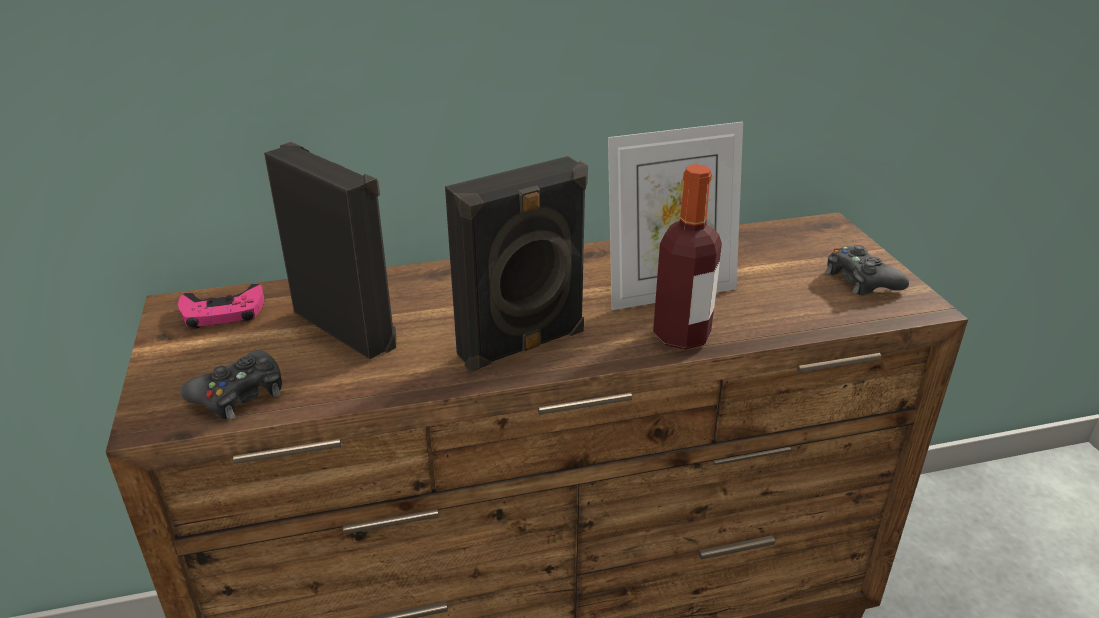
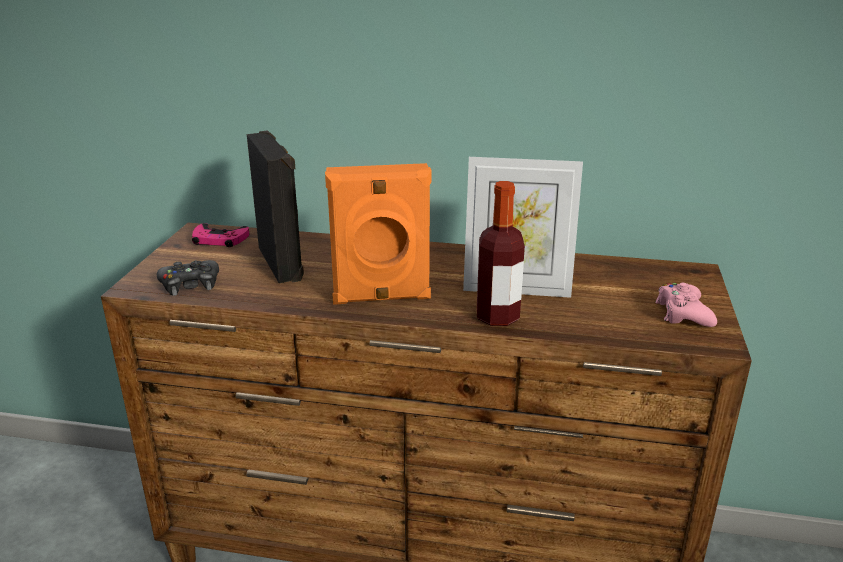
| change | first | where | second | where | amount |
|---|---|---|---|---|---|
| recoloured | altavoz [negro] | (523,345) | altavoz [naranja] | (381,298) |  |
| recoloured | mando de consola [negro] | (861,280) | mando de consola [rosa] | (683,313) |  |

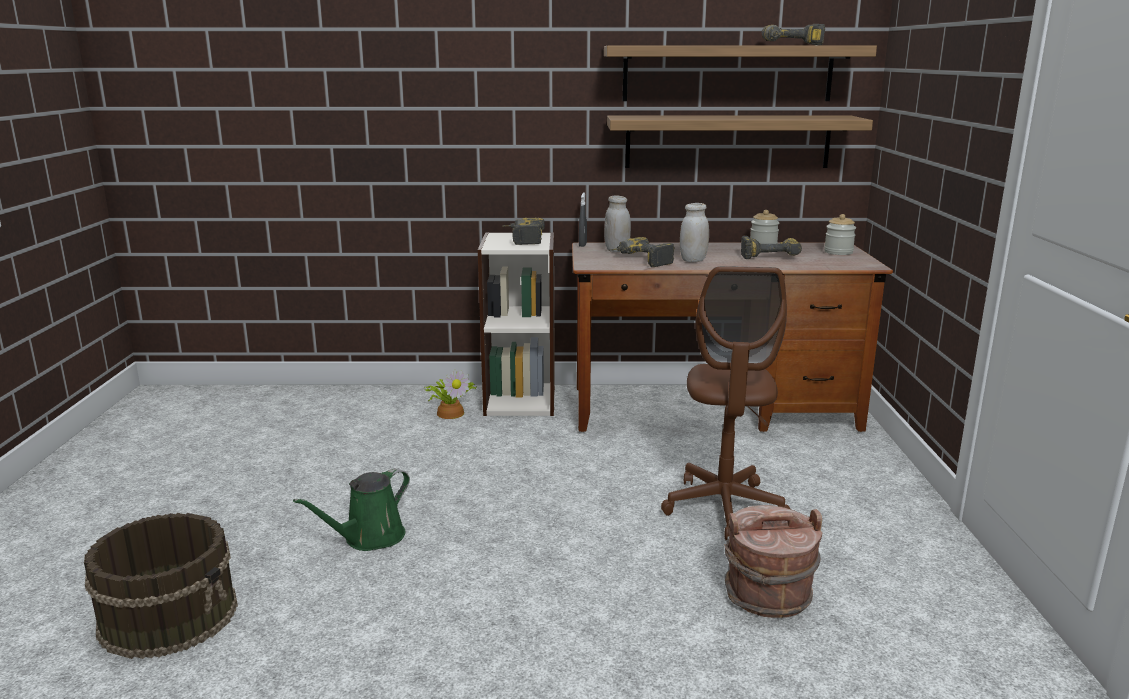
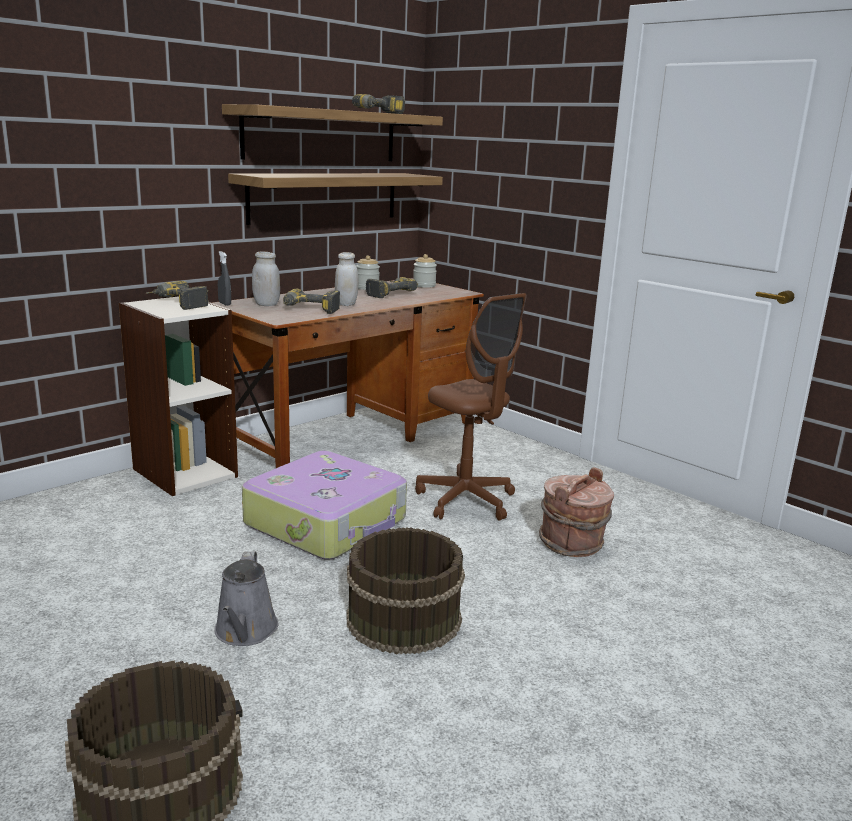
| change | first | where | second | where | amount |
|---|---|---|---|---|---|
| removed | planta en maceta | (451,412) |  |  |  |
| recoloured | regadera [verde] | (369,538) | regadera [gris] | (245,632) |  |
| added |  |  | maleta | (328,522) |  |
| added |  |  | cubo [marrón] | (403,618) |  |

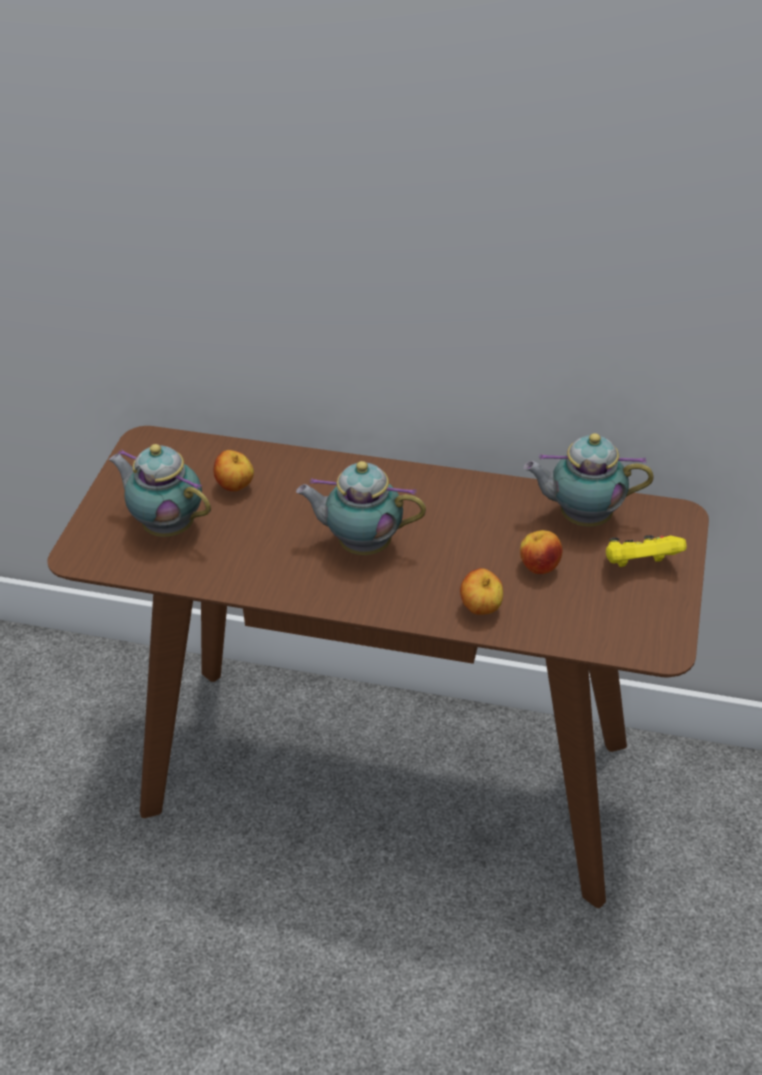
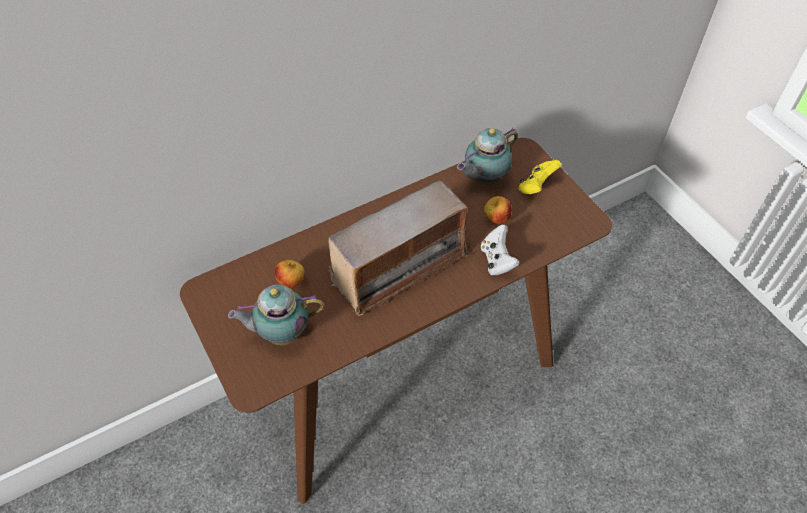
| change | first | where | second | where | amount |
|---|---|---|---|---|---|
| replaced | tetera | (361,545) | radio | (400,267) |  |
| replaced | manzana | (481,609) | mando de consola [blanco] | (497,260) |  |

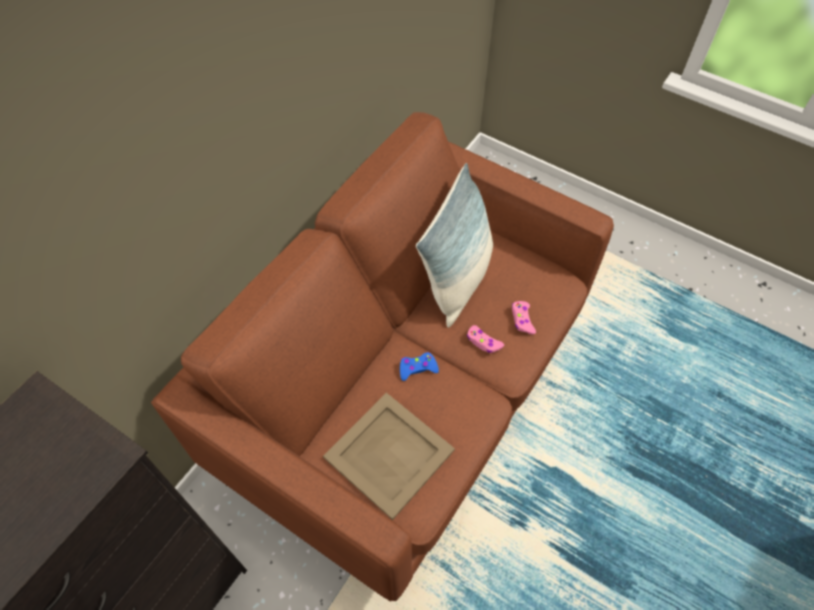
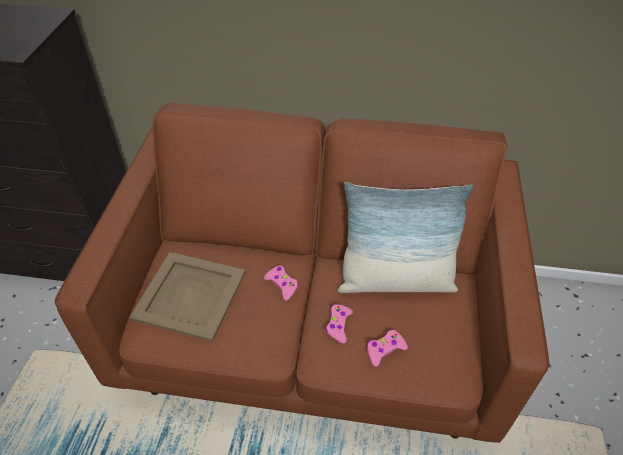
| change | first | where | second | where | amount |
|---|---|---|---|---|---|
| recoloured | mando de consola [azul] | (417,368) | mando de consola [rosa] | (282,285) |  |

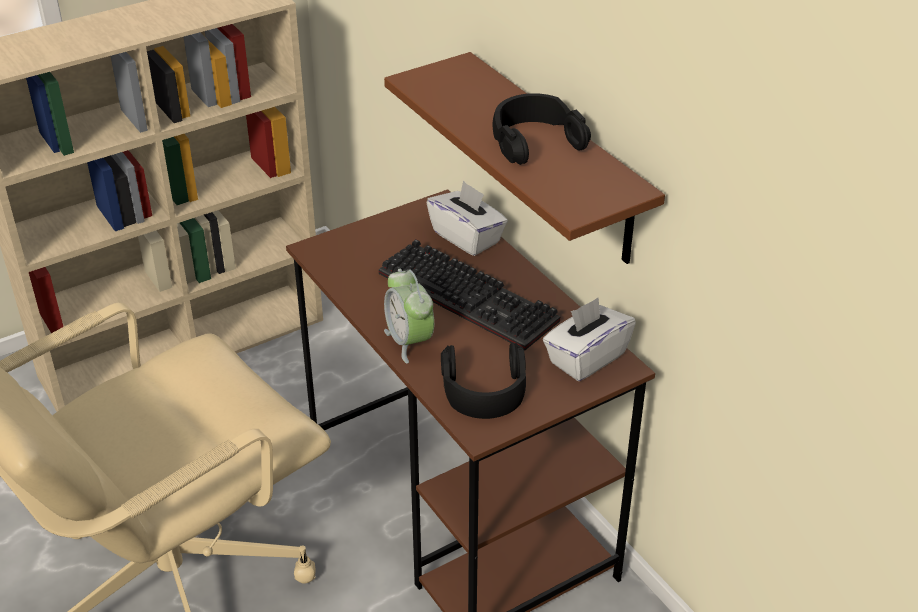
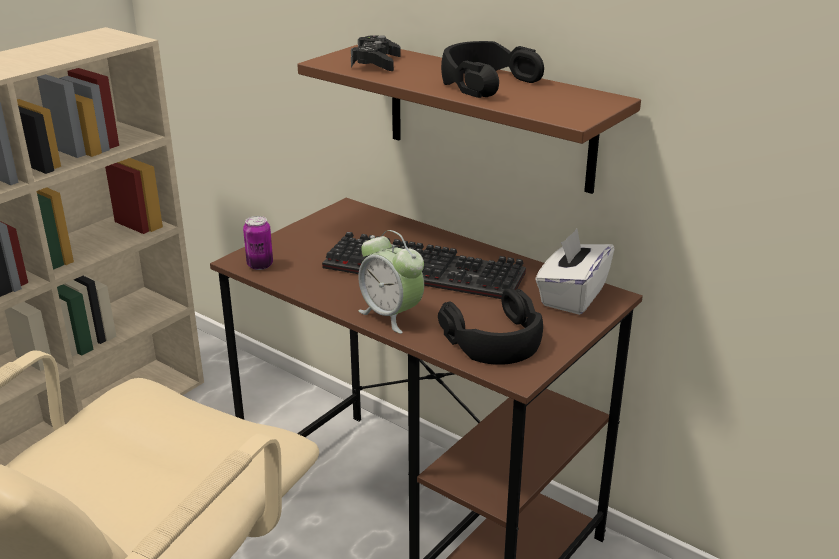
| change | first | where | second | where | amount |
|---|---|---|---|---|---|
| removed | caja de pañuelos [blanco] | (467,237) |  |  |  |
| added |  |  | mando de consola [negro] | (376,62) |  |
| added |  |  | lata | (260,265) |  |

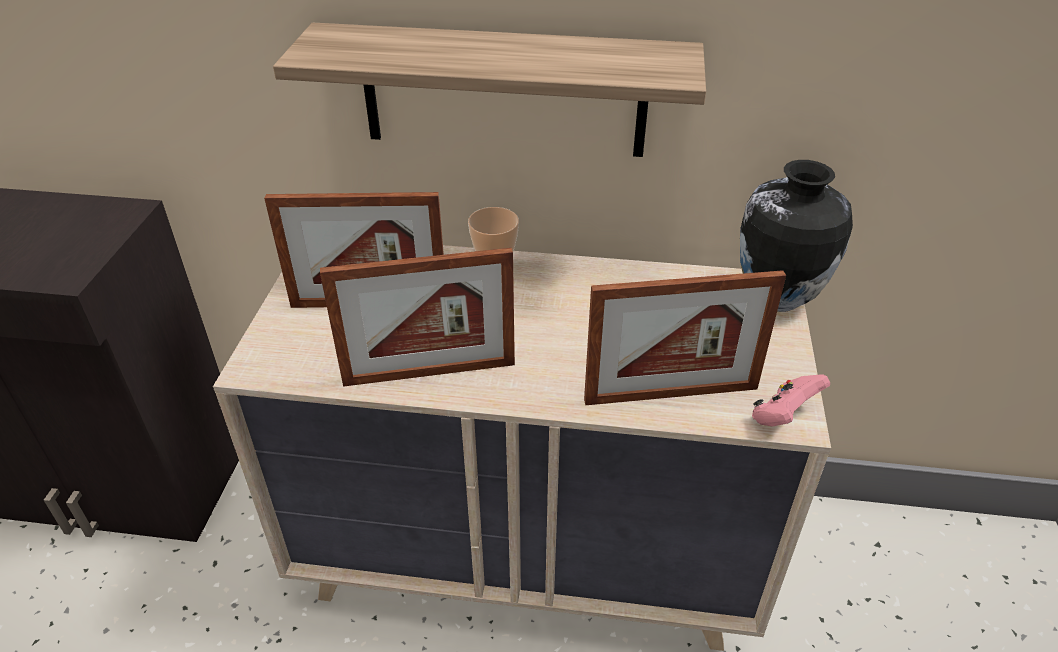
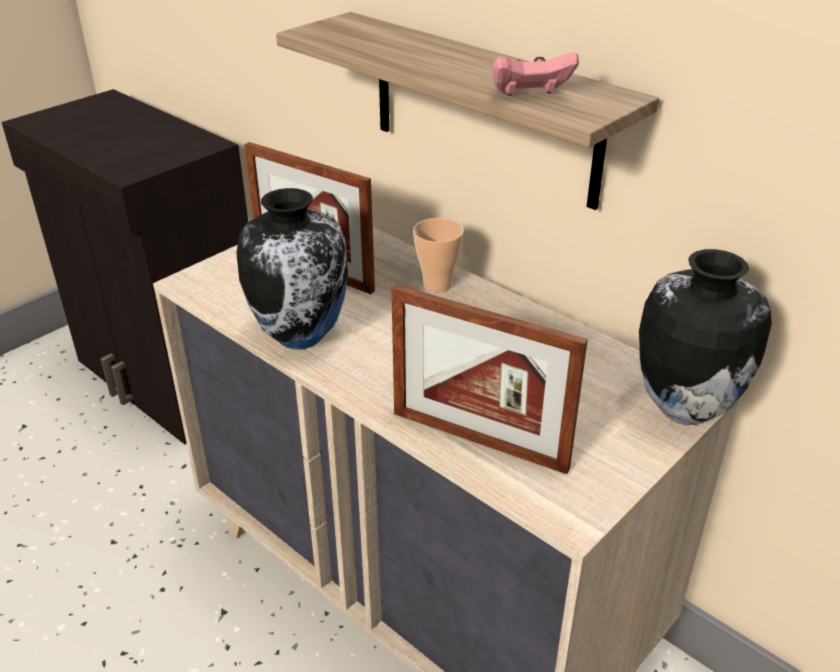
| change | first | where | second | where | amount |
|---|---|---|---|---|---|
| replaced | portarretratos | (429,373) | florero | (302,336) |  |
| moved | mando de consola [rosa] | (783,416) |  | (530,95) |  |

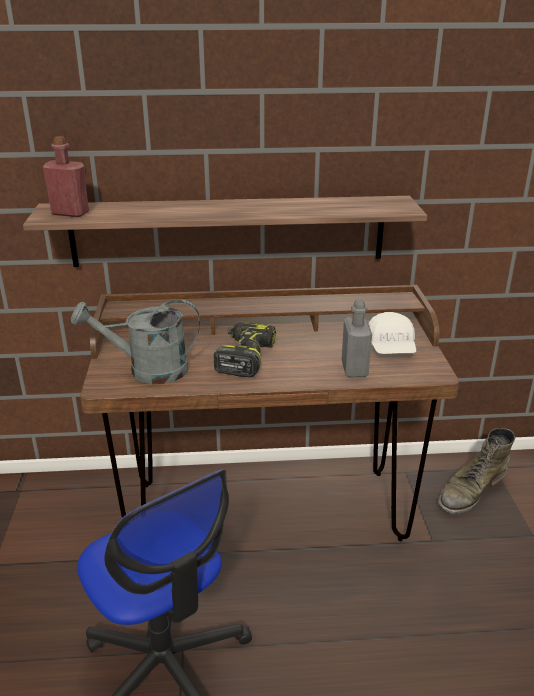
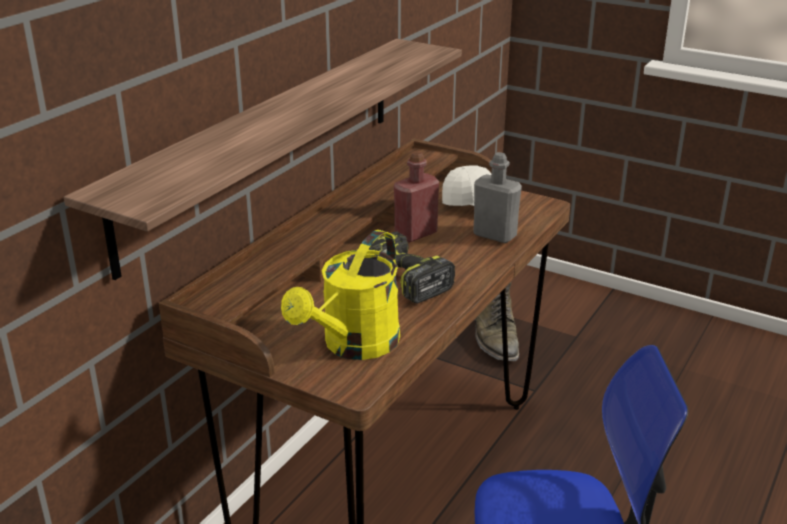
| change | first | where | second | where | amount |
|---|---|---|---|---|---|
| moved | botella [rojo] | (70,213) |  | (415,234) |  |
| recoloured | regadera [gris] | (147,370) | regadera [amarillo] | (353,346) |  |

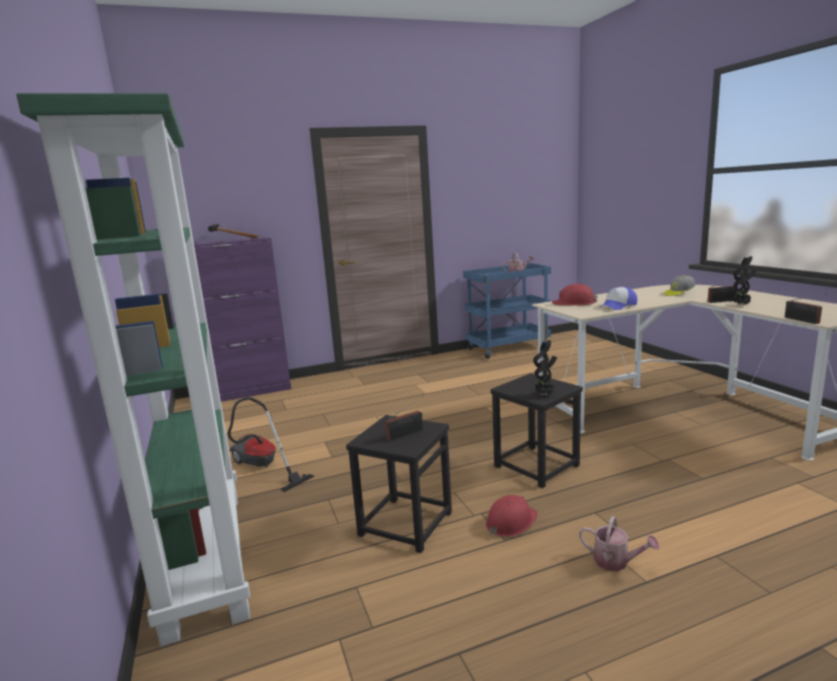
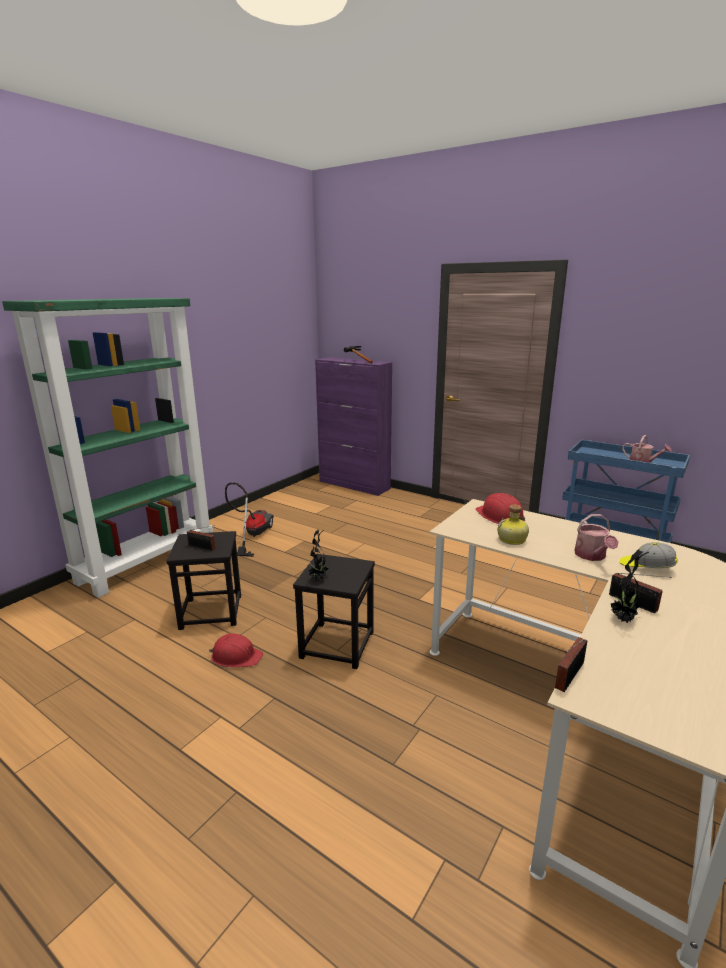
| change | first | where | second | where | amount |
|---|---|---|---|---|---|
| replaced | gorra | (618,306) | botella | (512,540) |  |
| moved | regadera | (616,562) |  | (592,556) |  |

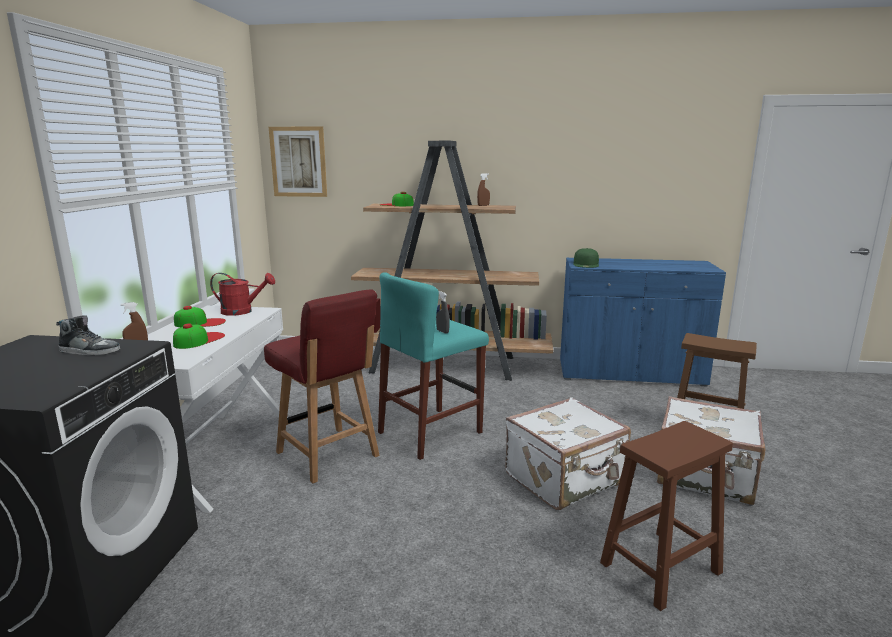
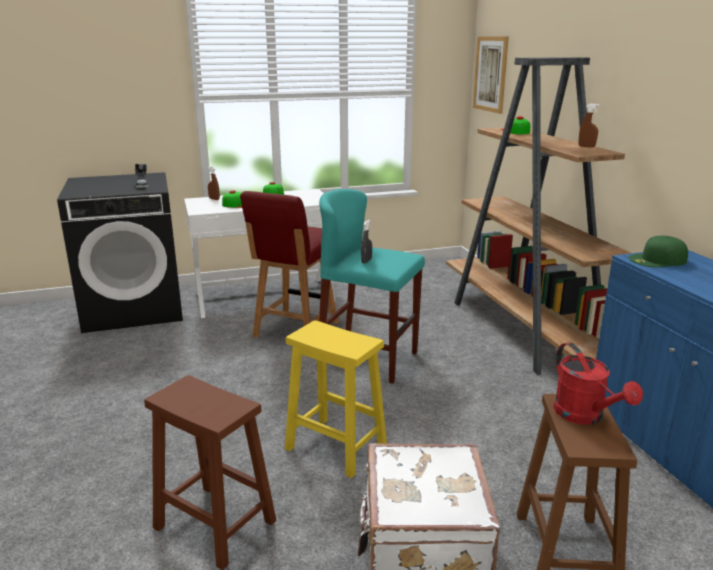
| change | first | where | second | where | amount |
|---|---|---|---|---|---|
| moved | regadera [rojo] | (242,311) |  | (585,416) |  |
| replaced | maleta [blanco] | (565,480) | taburete [amarillo] | (337,447) |  |

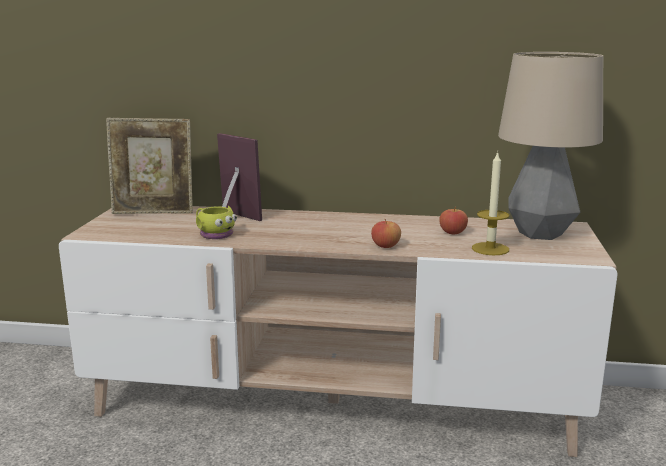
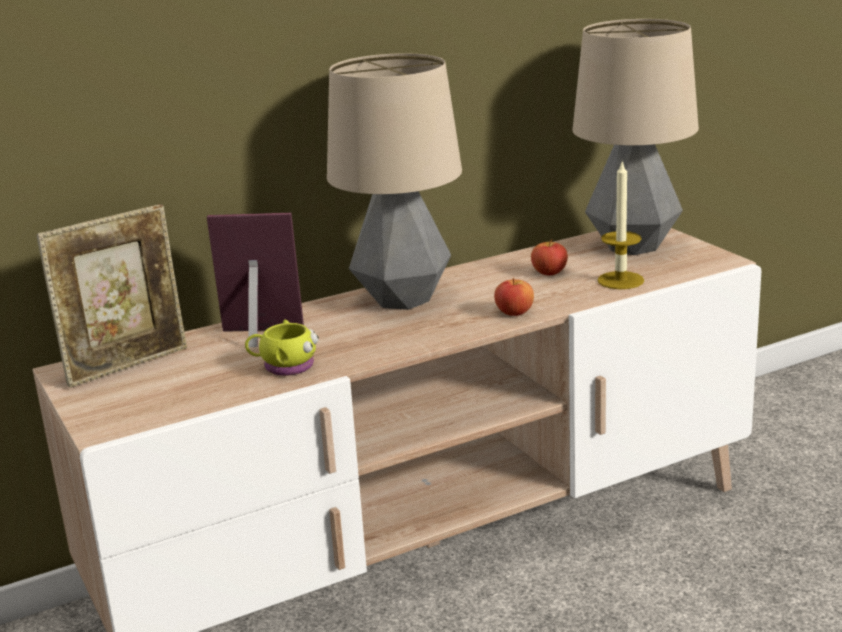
| change | first | where | second | where | amount |
|---|---|---|---|---|---|
| added |  |  | lámpara de mesa | (403,300) |  |

